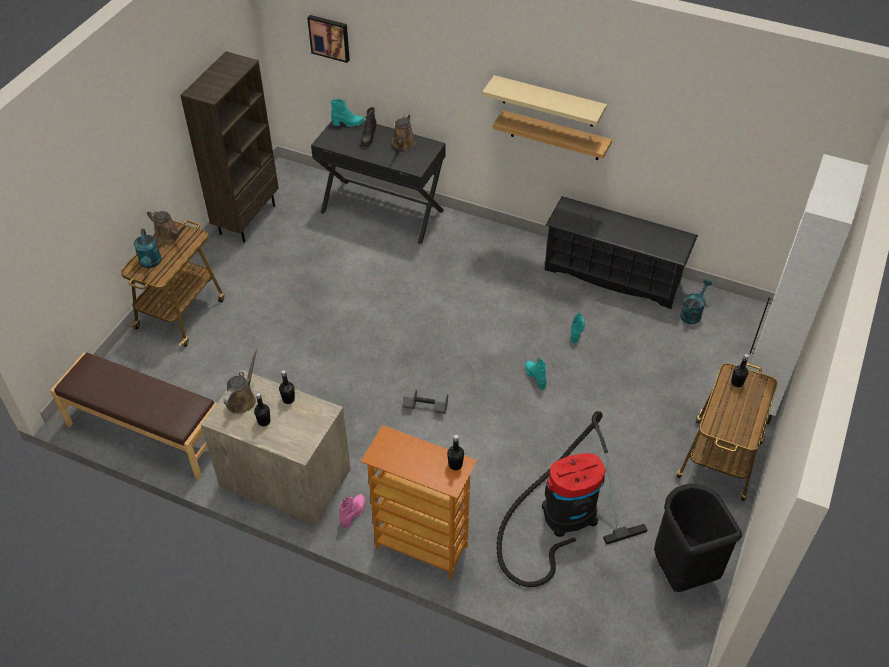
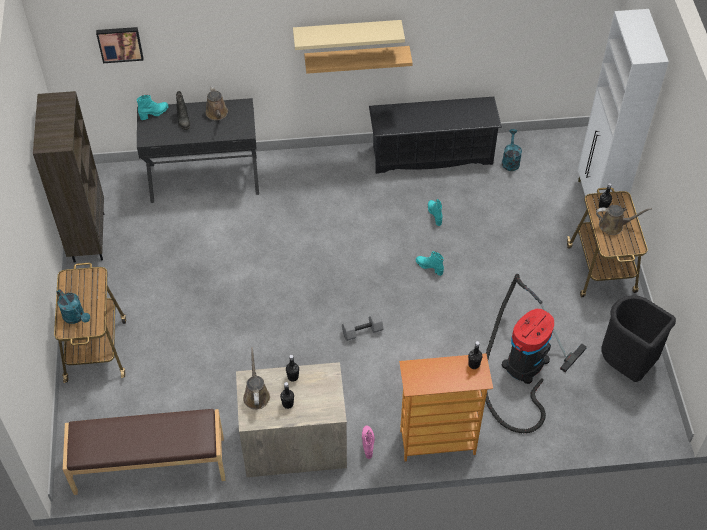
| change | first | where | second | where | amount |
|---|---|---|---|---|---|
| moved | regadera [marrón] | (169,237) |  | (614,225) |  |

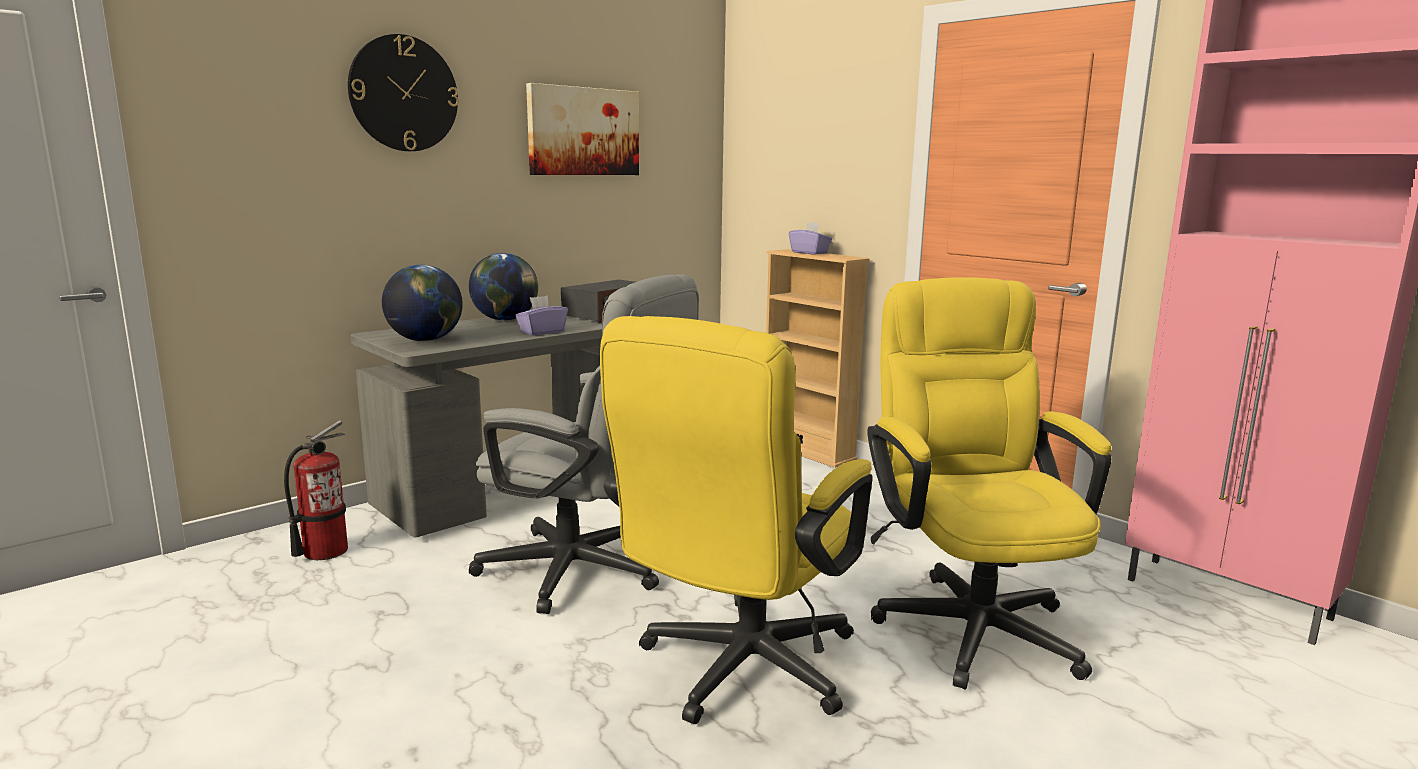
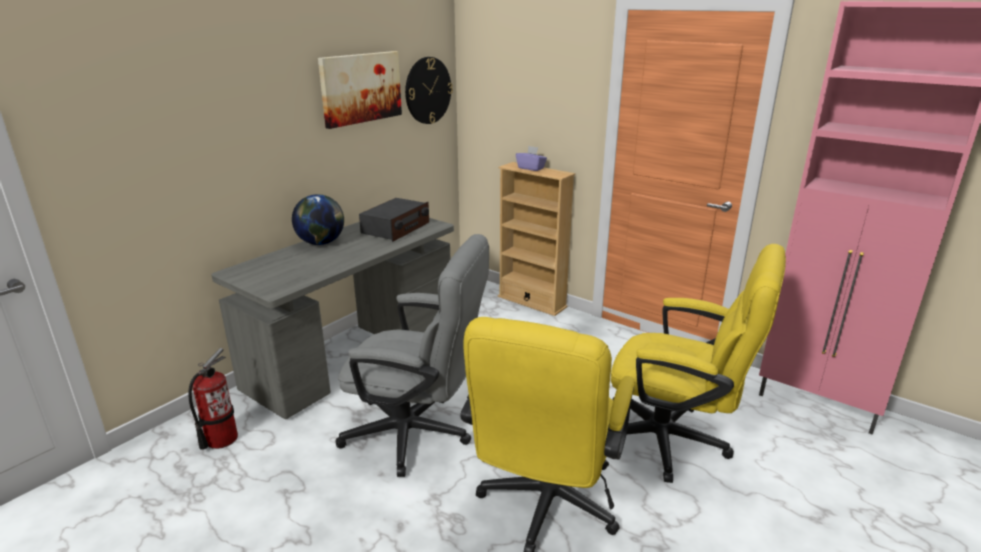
| change | first | where | second | where | amount |
|---|---|---|---|---|---|
| moved | reloj de pared | (404,94) |  | (428,90) |  |
| removed | globo terráqueo | (425,340) |  |  |  |
| turned | silla de oficina [amarillo] | (969,619) |  | (674,442) | 135 degrees clockwise |
| removed | caja de pañuelos [morado] | (542,332) |  |  |  |

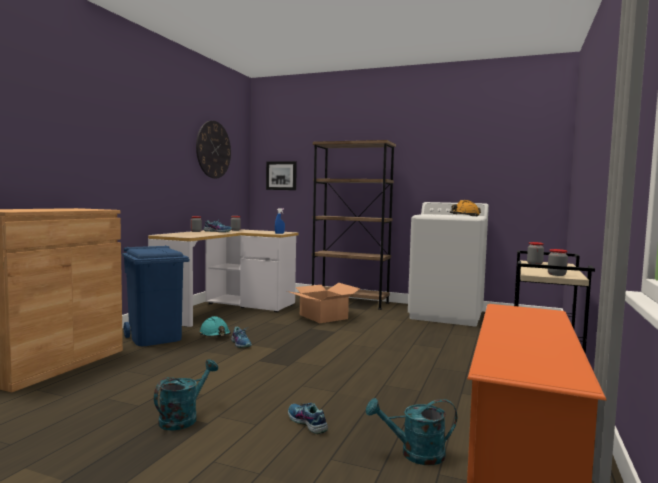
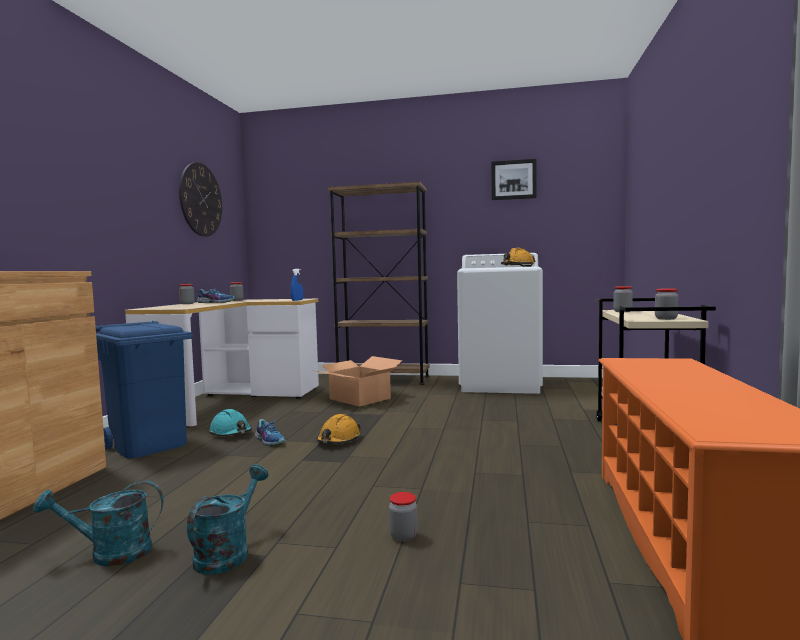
| change | first | where | second | where | amount |
|---|---|---|---|---|---|
| moved | cuadro | (281,175) |  | (513,180) |  |
| moved | regadera [turquesa] | (414,454) |  | (110,554) |  |
| replaced | zapato | (306,423) | tarro | (403,536) |  |
| added |  |  | casco [naranja] | (338,440) |  |

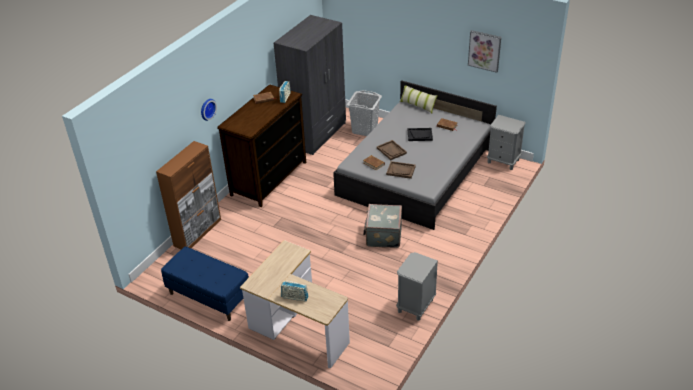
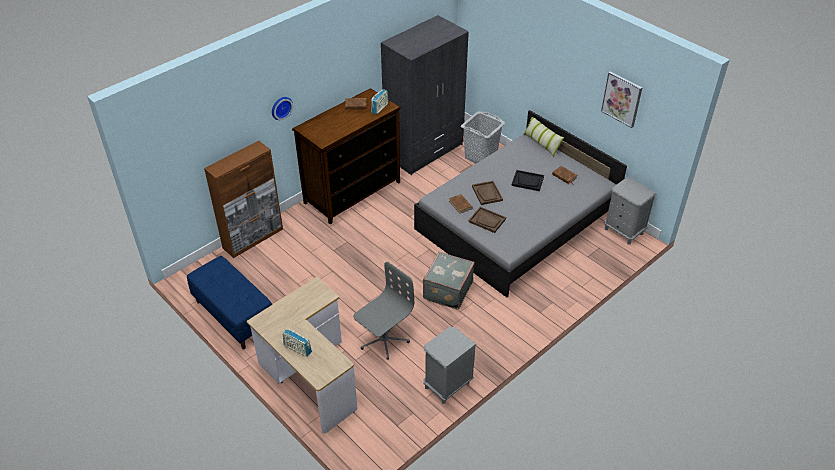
| change | first | where | second | where | amount |
|---|---|---|---|---|---|
| added |  |  | silla de oficina [gris] | (383,339) |  |

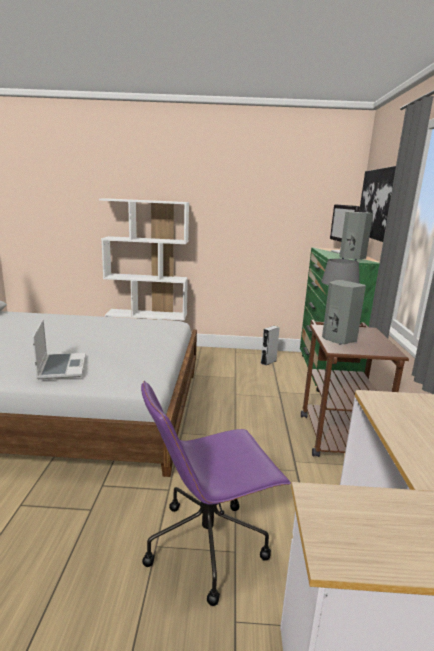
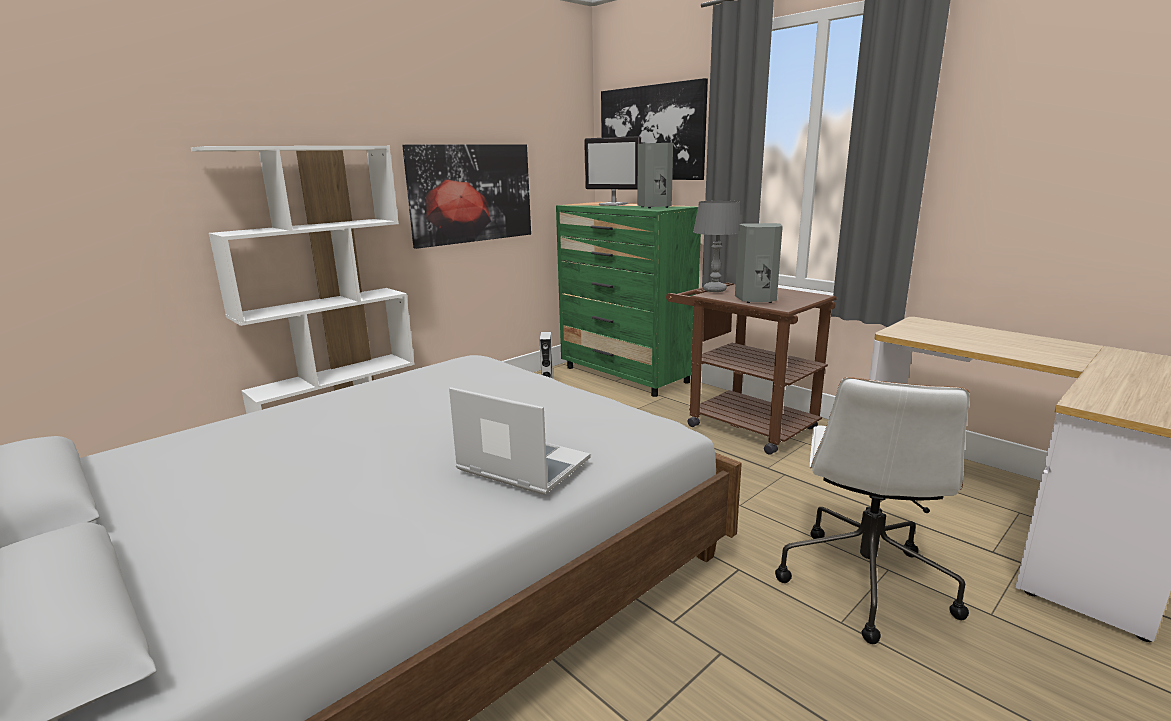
| change | first | where | second | where | amount |
|---|---|---|---|---|---|
| recoloured | silla de oficina [morado] | (208,544) | silla de oficina [blanco] | (863,581) |  |
| added |  |  | cuadro | (471,193) |  |

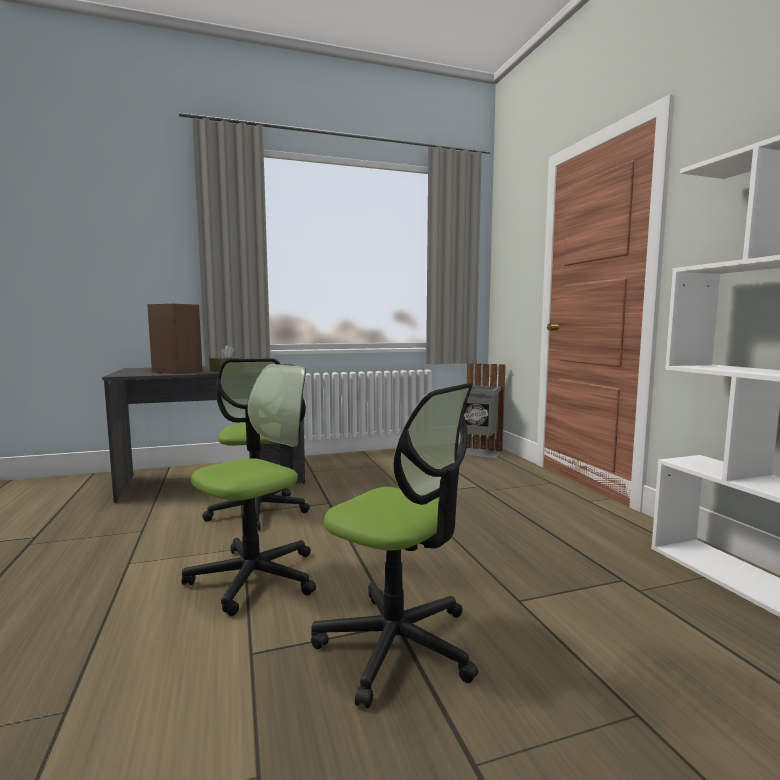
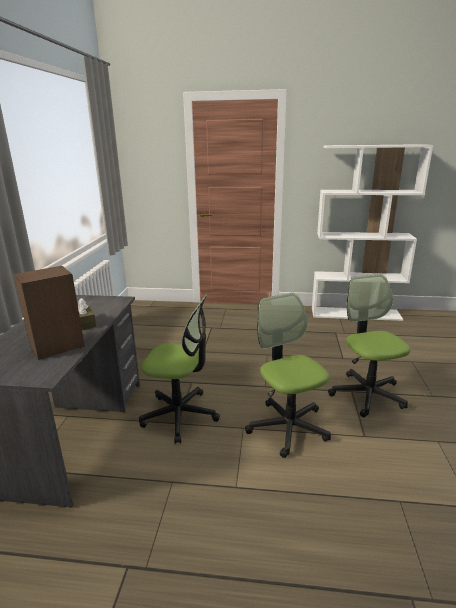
| change | first | where | second | where | amount |
|---|---|---|---|---|---|
| removed | papelera [gris] | (480,452) |  |  |  |
| turned | silla de oficina | (397,645) |  | (367,394) | 75 degrees counterclockwise |

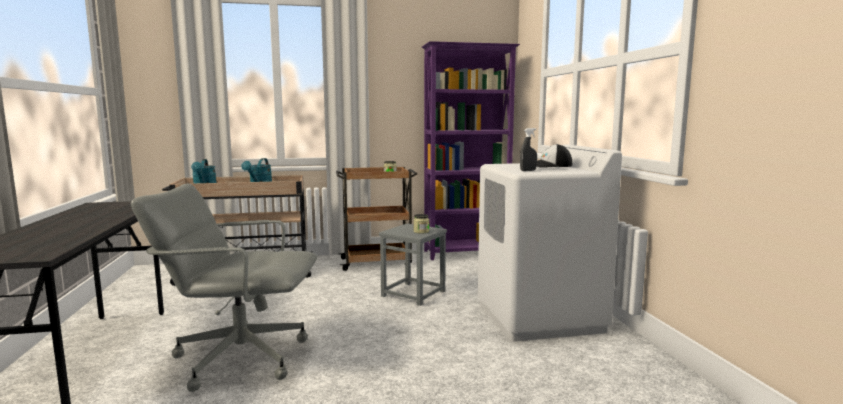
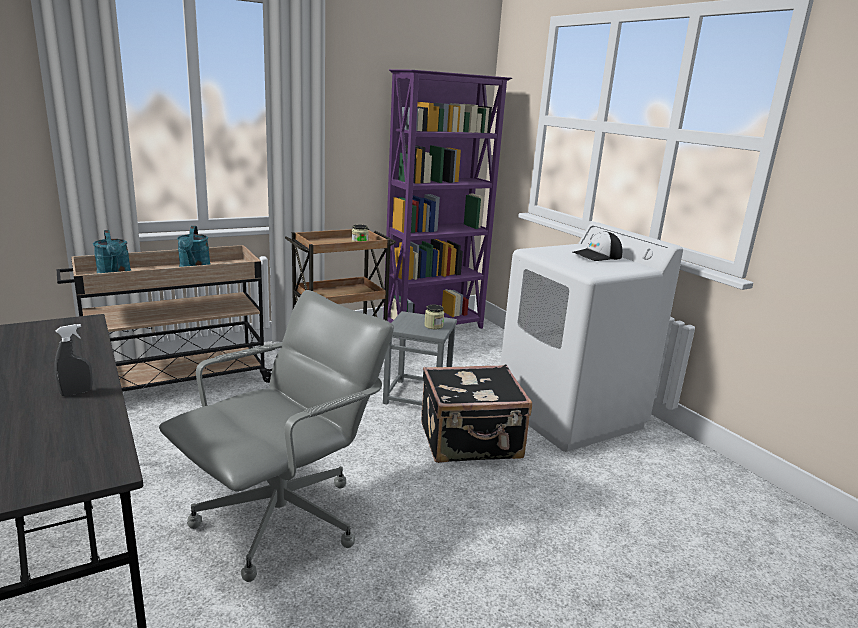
| change | first | where | second | where | amount |
|---|---|---|---|---|---|
| moved | pulverizador [gris] | (528,170) |  | (76,393) |  |
| turned | silla de oficina [gris] | (240,357) |  | (282,520) | 150 degrees clockwise |
| added |  |  | maleta [negro] | (471,442) |  |

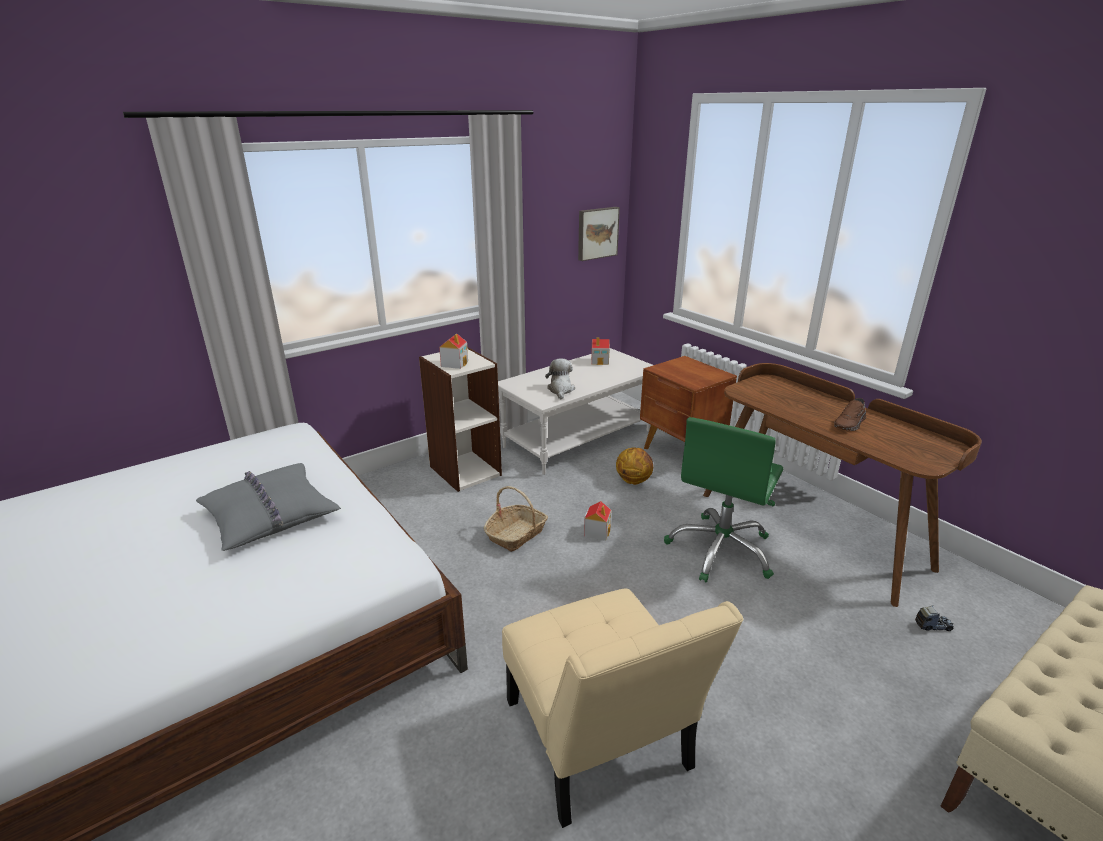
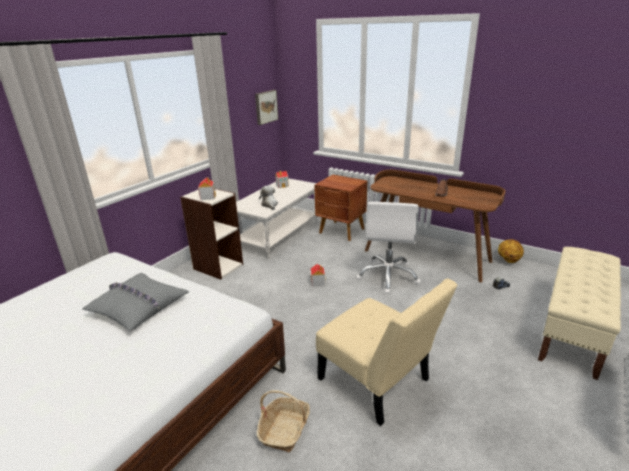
| change | first | where | second | where | amount |
|---|---|---|---|---|---|
| recoloured | silla de oficina [verde] | (721,550) | silla de oficina [blanco] | (388,276) |  |
| moved | balón de baloncesto | (633,480) |  | (508,260) |  |
| moved | cesta | (516,534) |  | (285,429) |  |

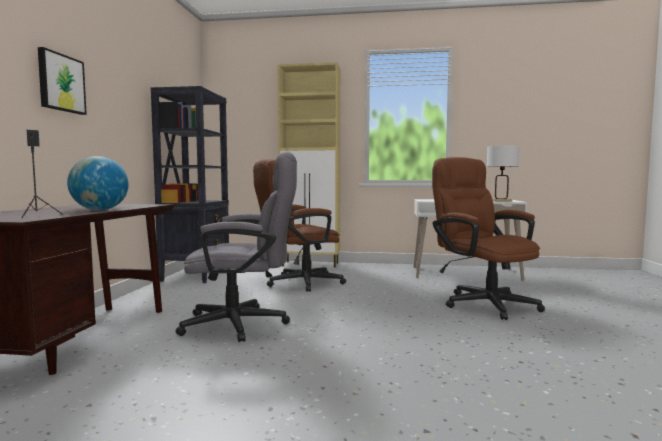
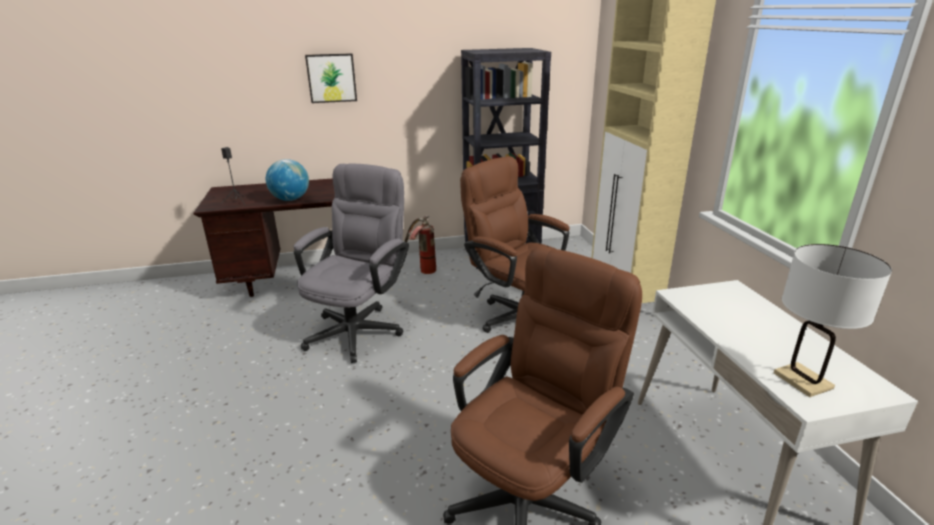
| change | first | where | second | where | amount |
|---|---|---|---|---|---|
| turned | silla de oficina [gris] | (245,324) |  | (359,328) | 135 degrees counterclockwise |
| added |  |  | extintor | (421,270) |  |

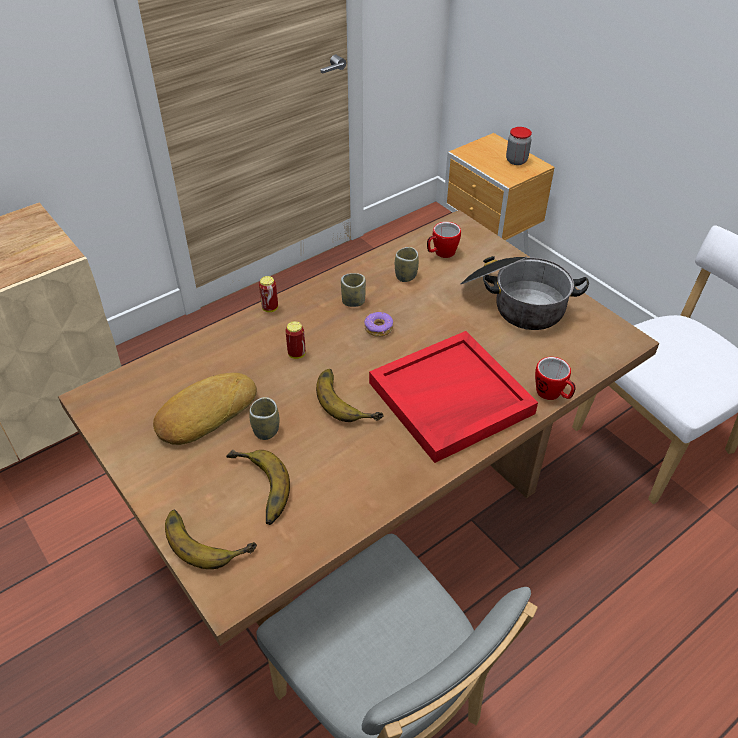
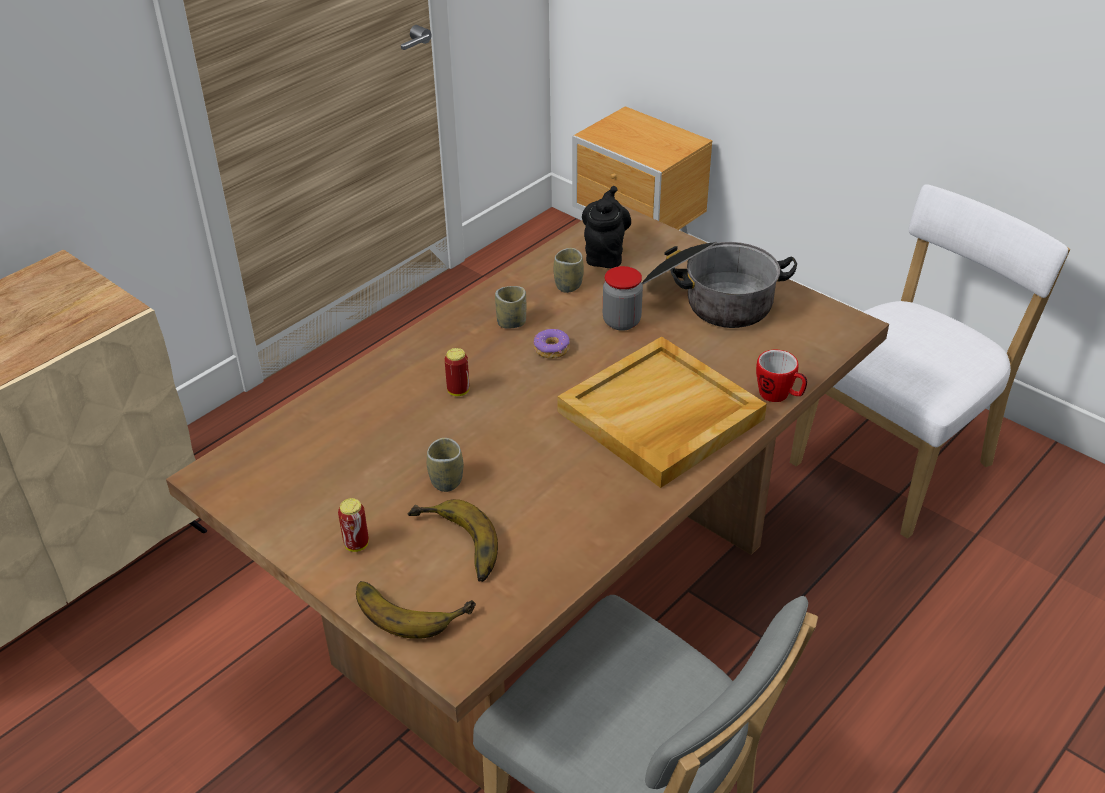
| change | first | where | second | where | amount |
|---|---|---|---|---|---|
| moved | tarro | (516,160) |  | (621,322) |  |
| replaced | taza grande | (441,253) | tetera [negro] | (605,254) |  |
| moved | lata | (270,308) |  | (356,544) |  |
| recoloured | bandeja [rojo] | (450,399) | bandeja [beis] | (660,417) |  |
| removed | plátano | (349,398) |  |  |  |
| removed | pan | (205,413) |  |  |  |

